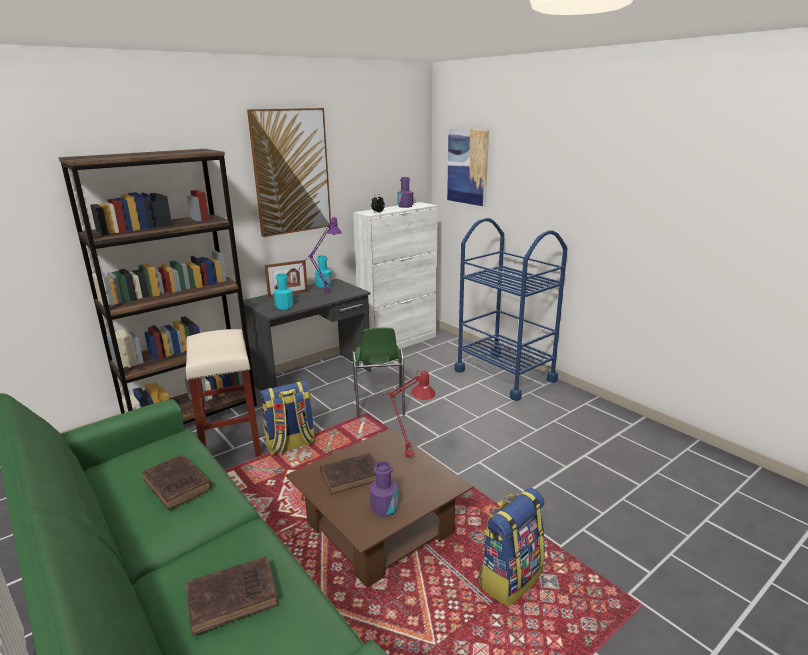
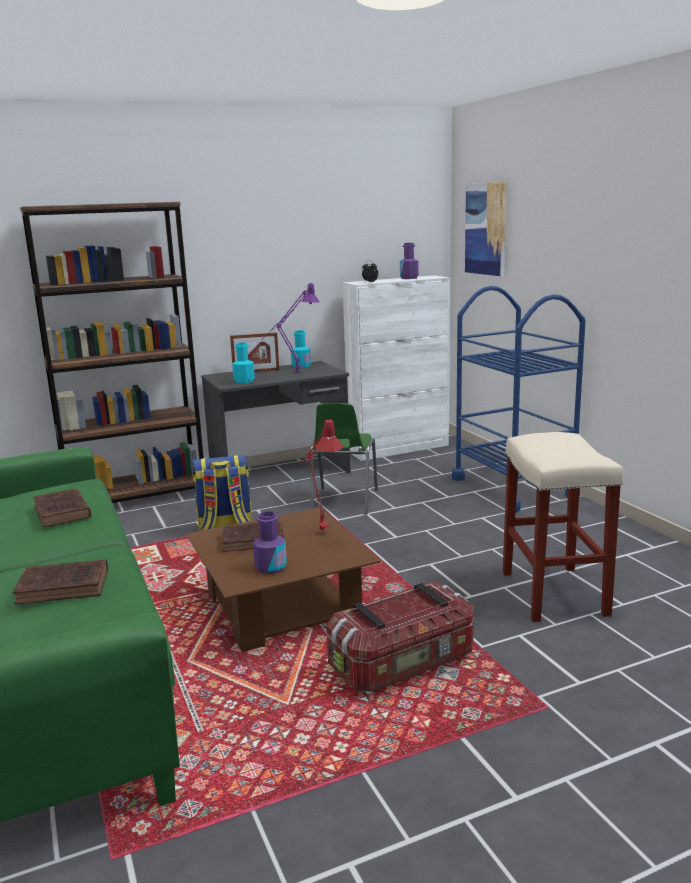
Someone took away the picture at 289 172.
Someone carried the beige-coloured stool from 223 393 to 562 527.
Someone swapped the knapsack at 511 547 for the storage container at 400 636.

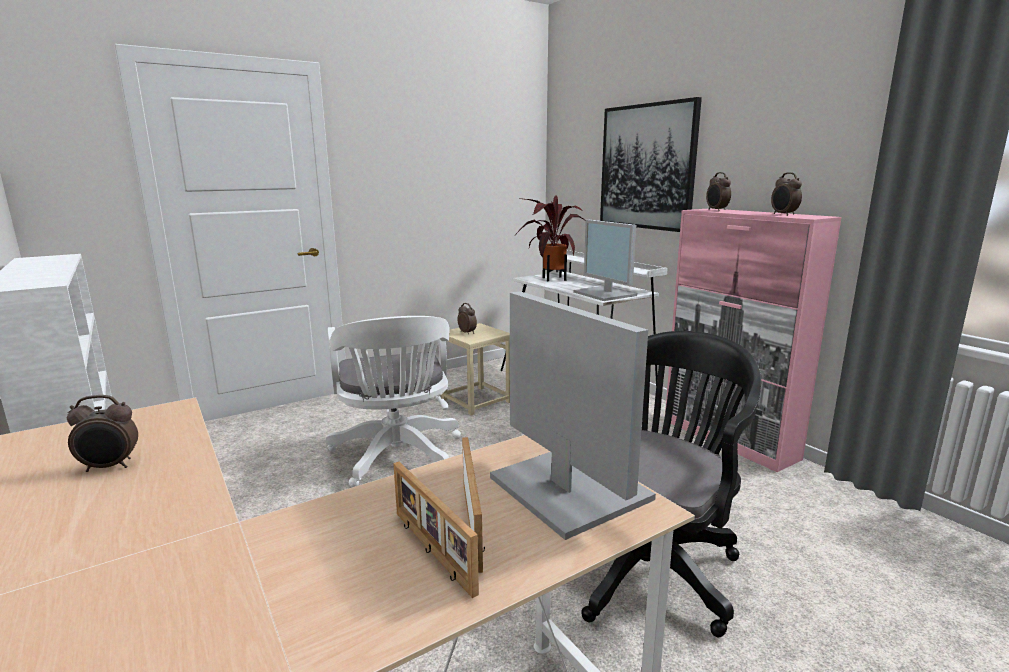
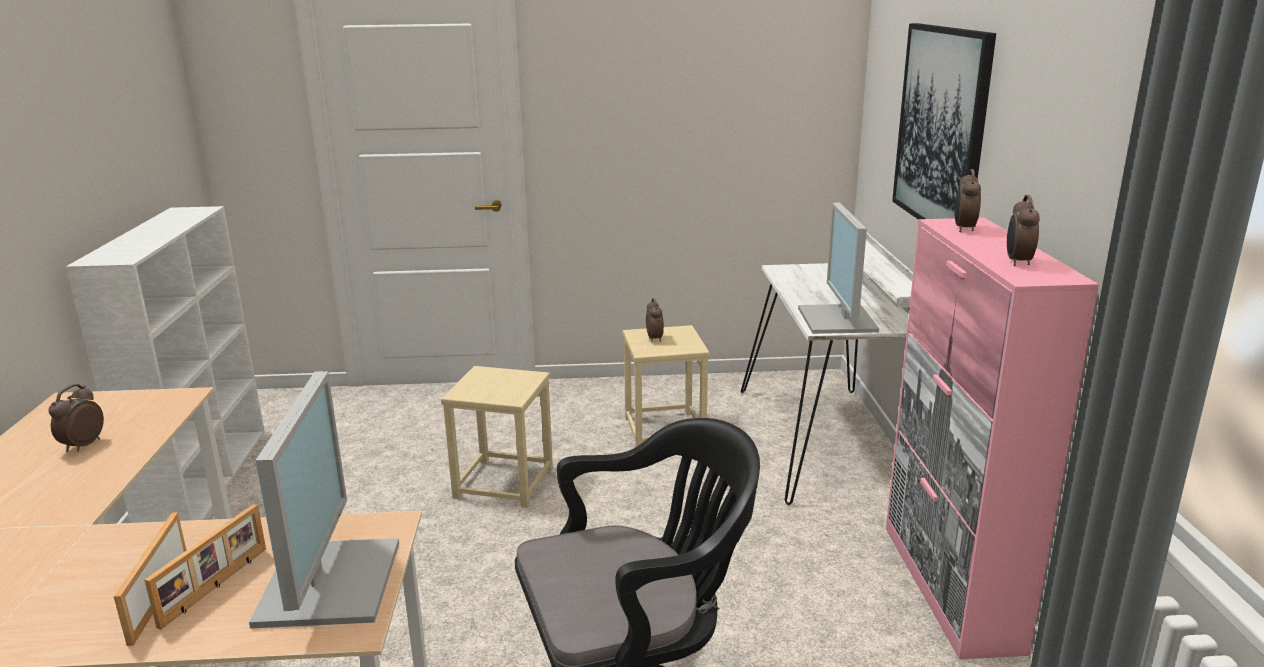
Someone took away the plant in a pot at 550 238.
Someone swapped the white desk chair at 393 401 for the beige-coloured stool at 497 437.
Someone rotated the alarm clock at 102 433 by 90 degrees clockwise.

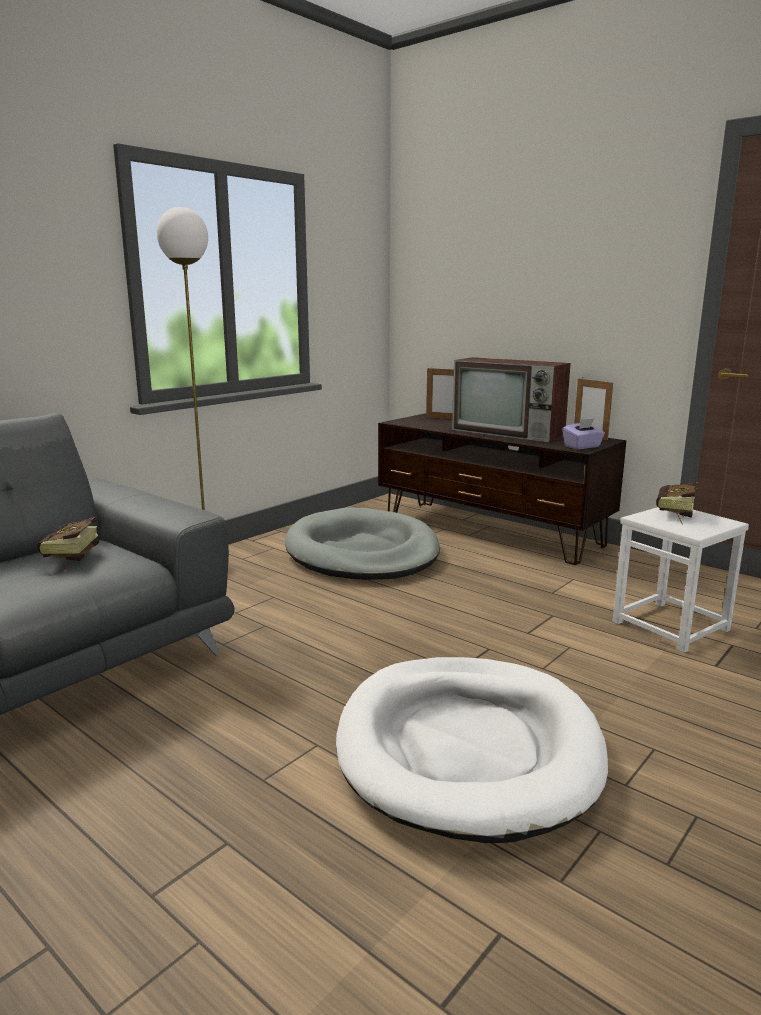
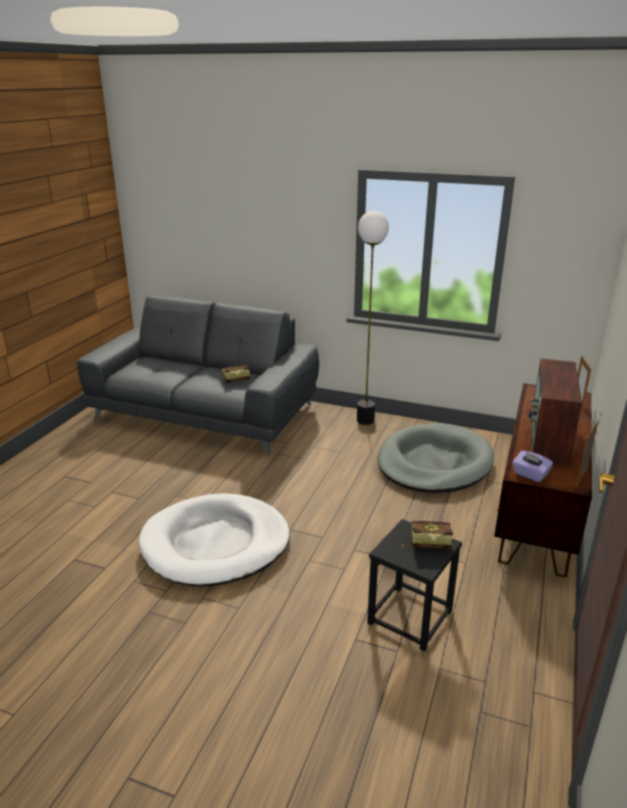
Someone repainted the white stool at 681 580, which became the black-coloured stool at 414 585.

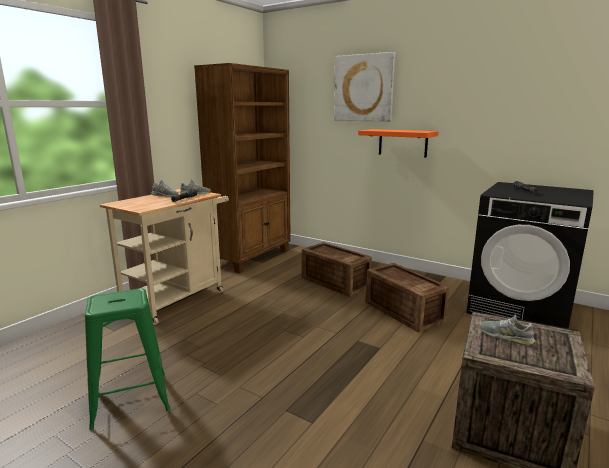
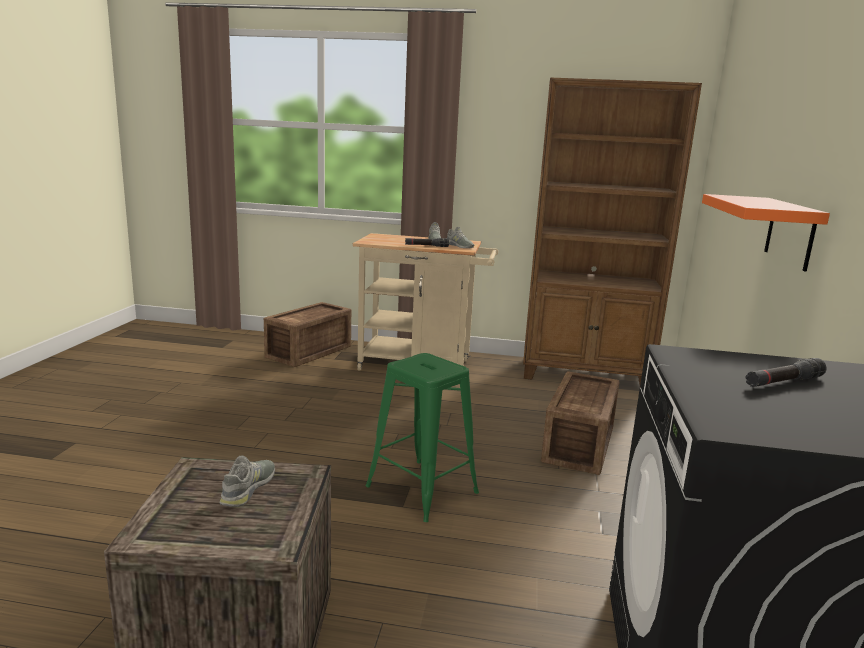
Someone took away the picture at 364 87.
Someone carried the packing crate from 407 297 to 307 334.
Someone carried the greenish stool from 127 359 to 422 437.

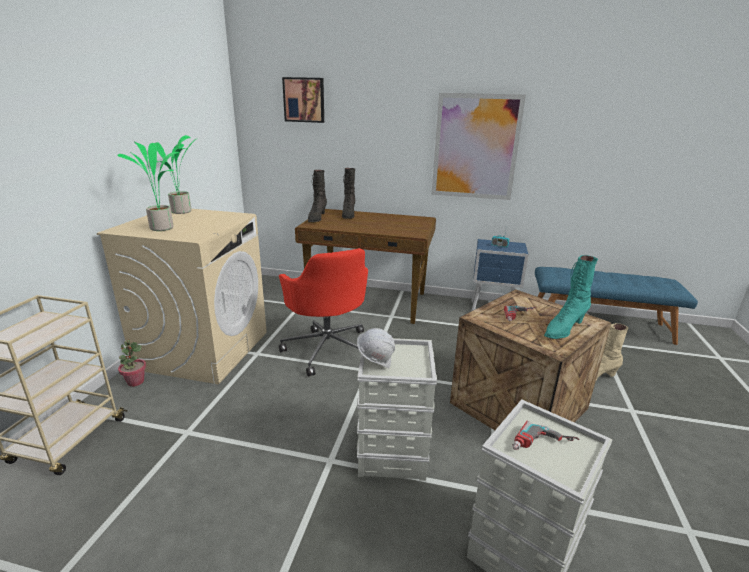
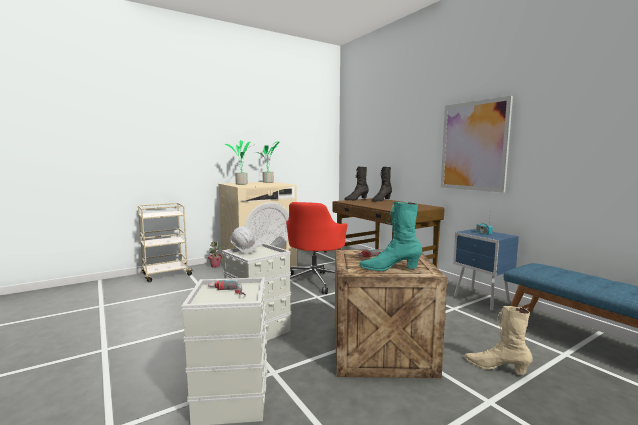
Someone took away the picture at 303 100.

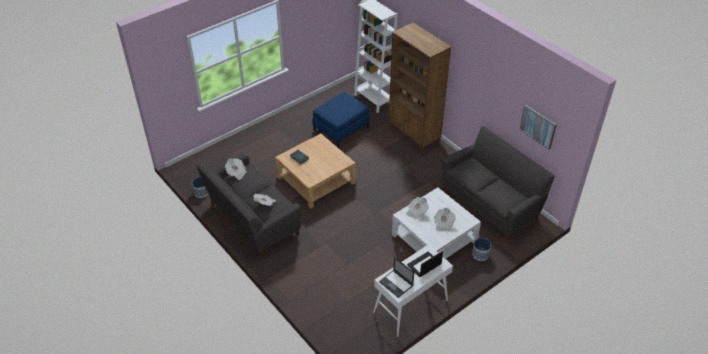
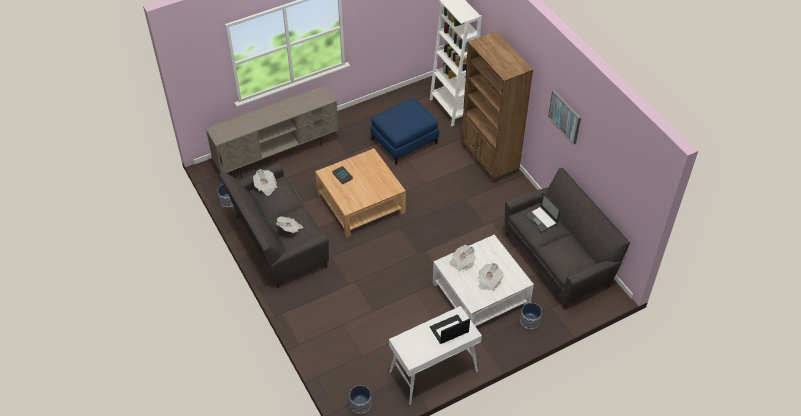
Someone carried the picture from 538 127 to 564 117.
Someone carried the notebook computer from 396 277 to 542 213.
Someone put down the beige-coloured tv stand at 272 131.
Someone put down the flower pot at 360 399.

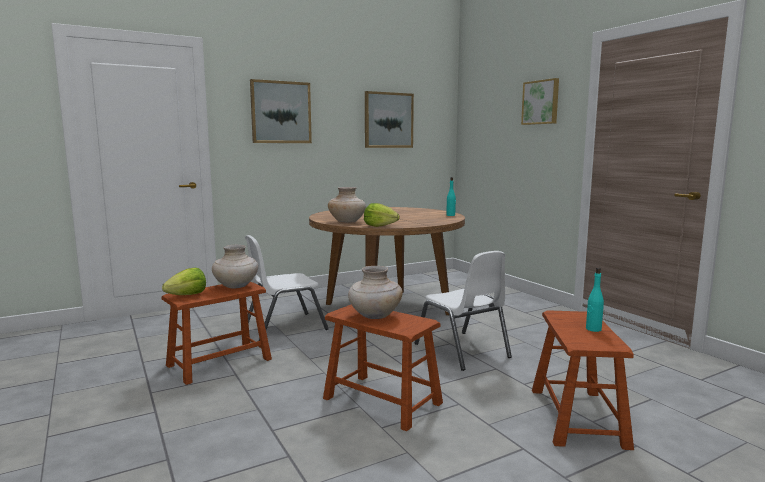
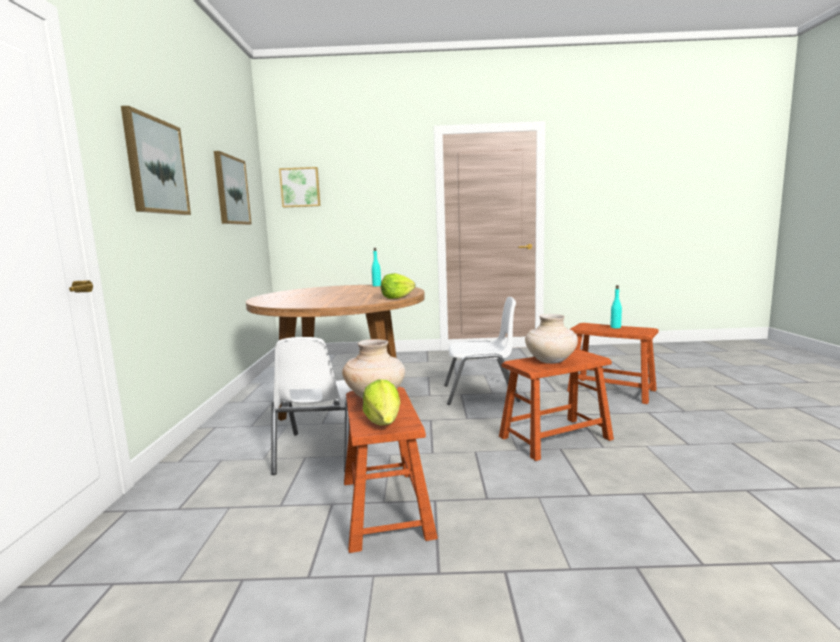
Someone carried the picture from 540 101 to 300 187.
Someone took away the beige-coloured vase at 347 204.

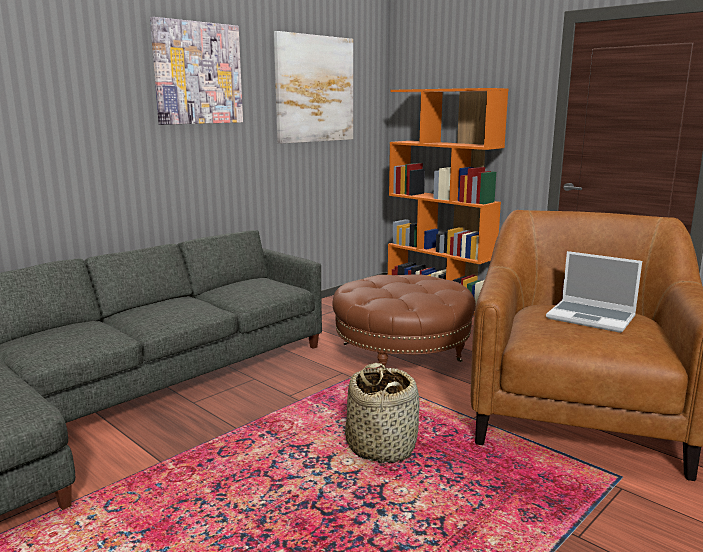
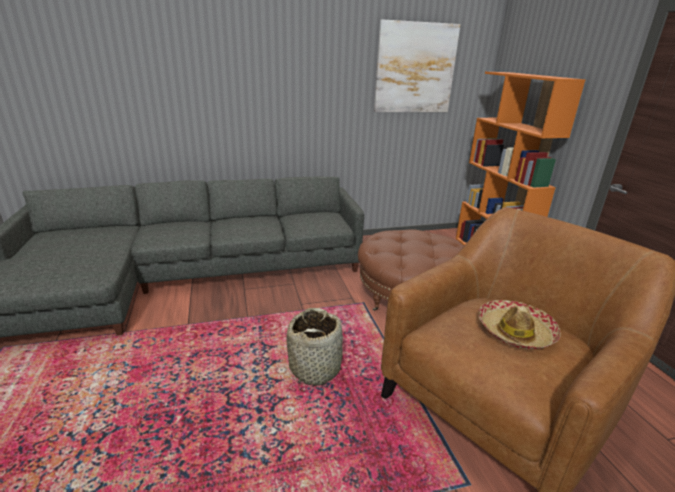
Someone took away the picture at 196 71.
Someone swapped the notebook computer at 594 292 for the wearable hat at 519 324.

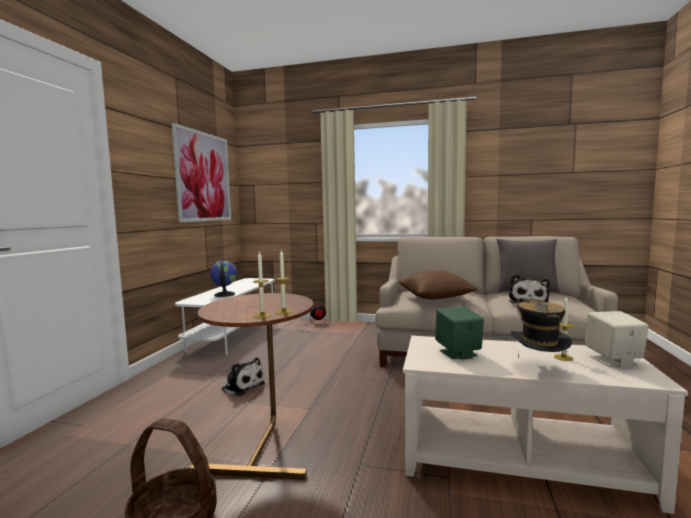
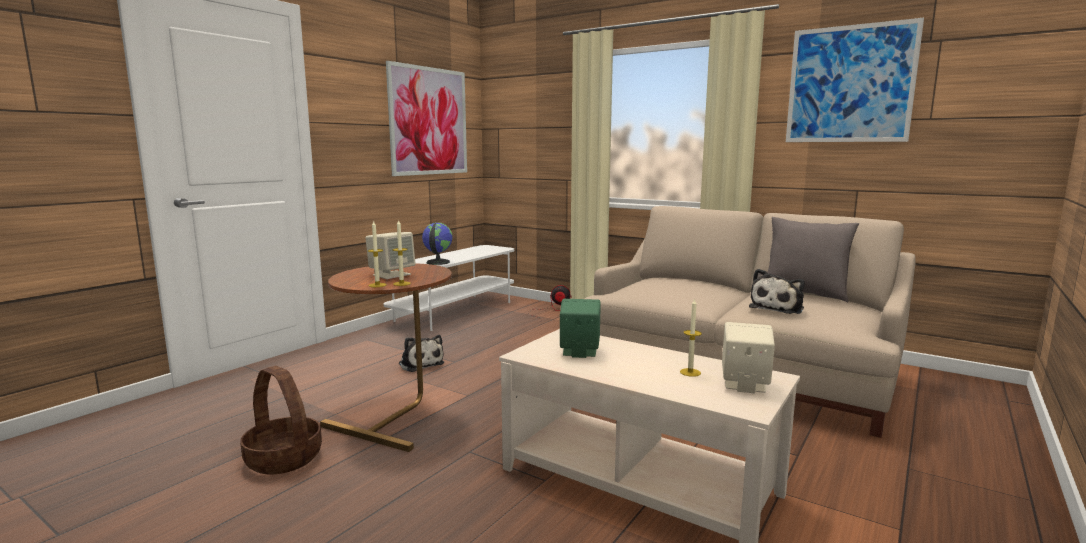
Someone took away the brown-coloured cushion at 438 285.
Someone took away the wearable hat at 541 328.
Someone put up the picture at 855 80.
Someone put down the beige-coloured speaker at 390 255.

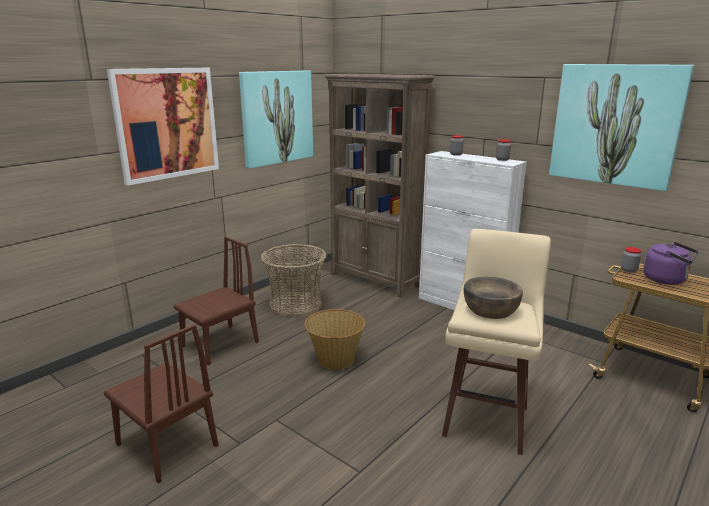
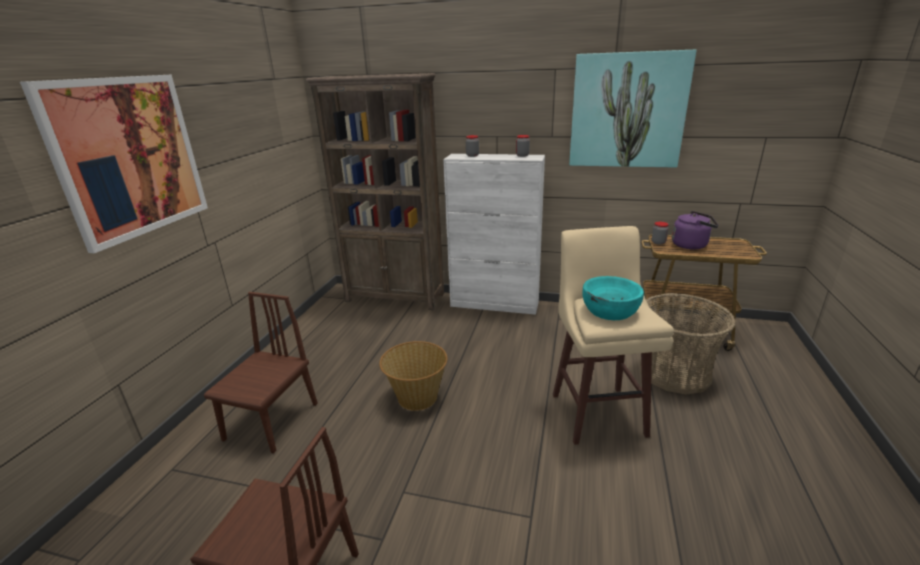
Someone took away the picture at 276 120.
Someone carried the household basket from 294 281 to 688 344.
Someone repainted the brown-coloured serving bowl at 493 298, which became the turquoise-coloured serving bowl at 613 298.

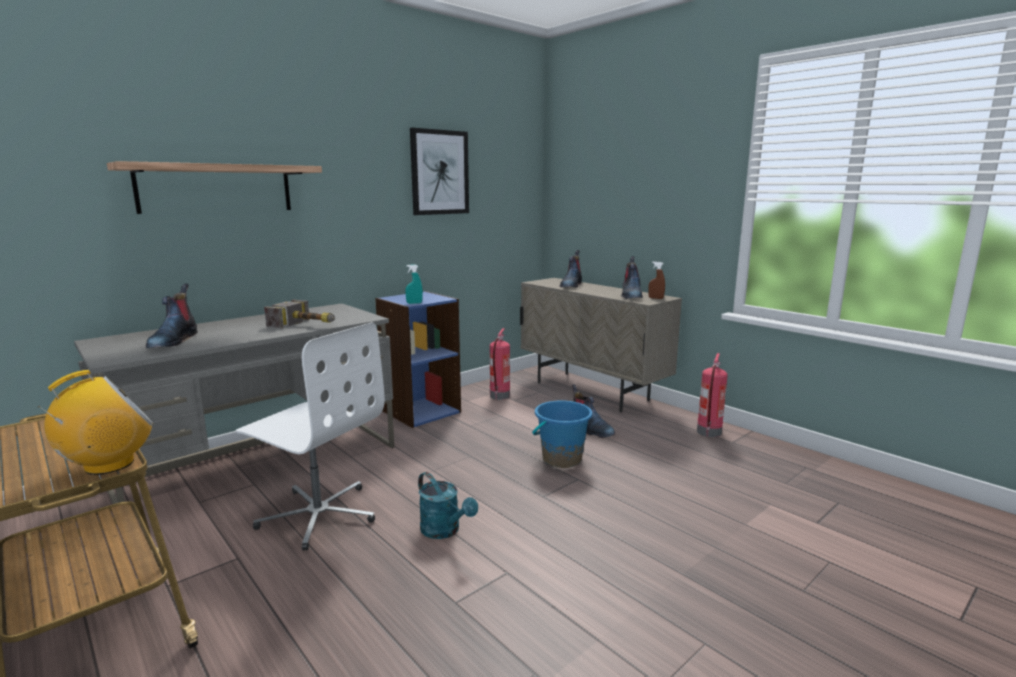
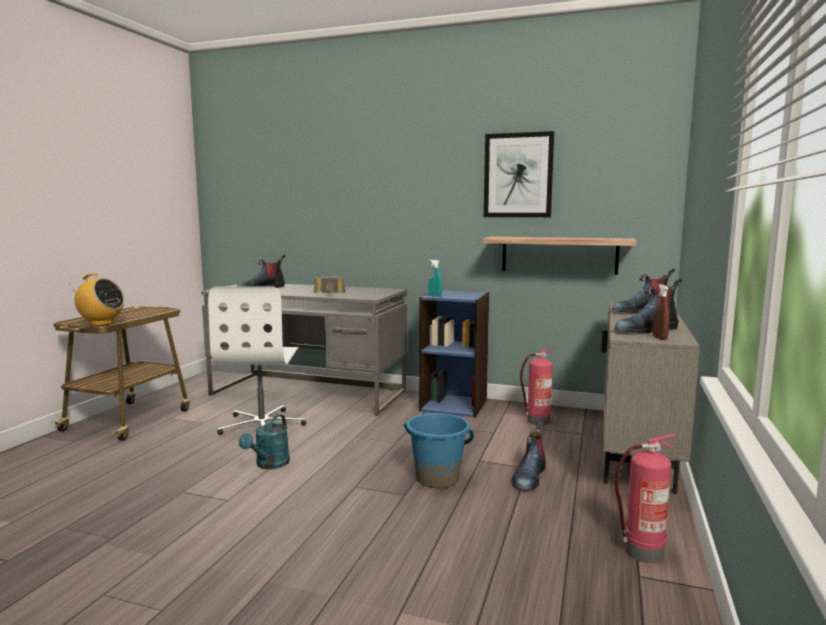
Someone carried the bracket shelf from 214 187 to 559 256.

